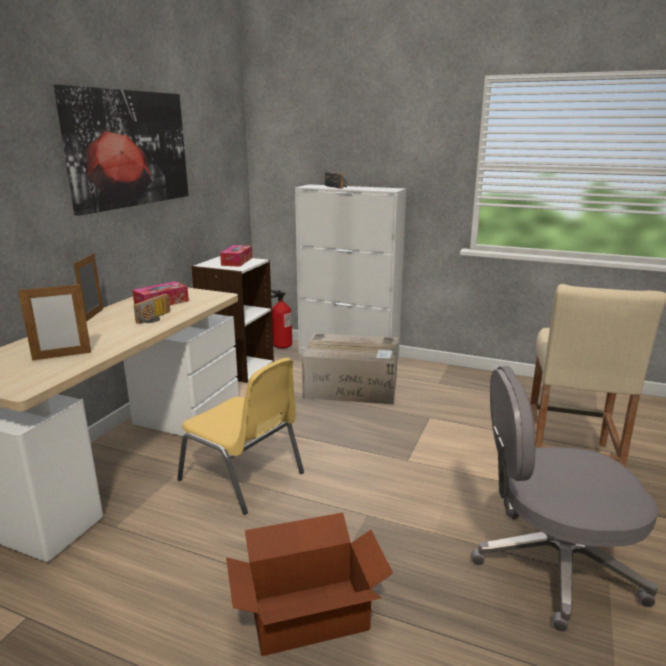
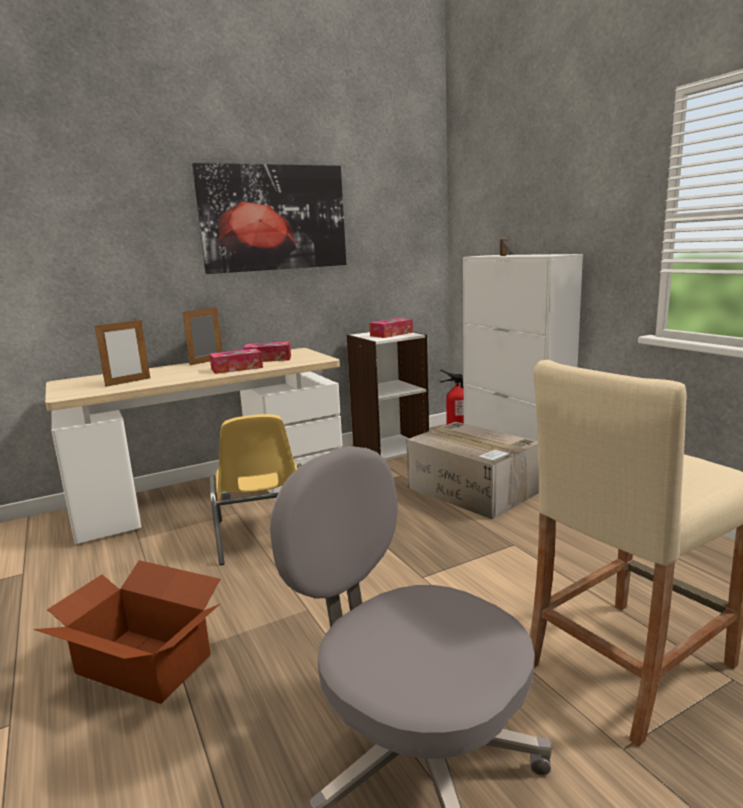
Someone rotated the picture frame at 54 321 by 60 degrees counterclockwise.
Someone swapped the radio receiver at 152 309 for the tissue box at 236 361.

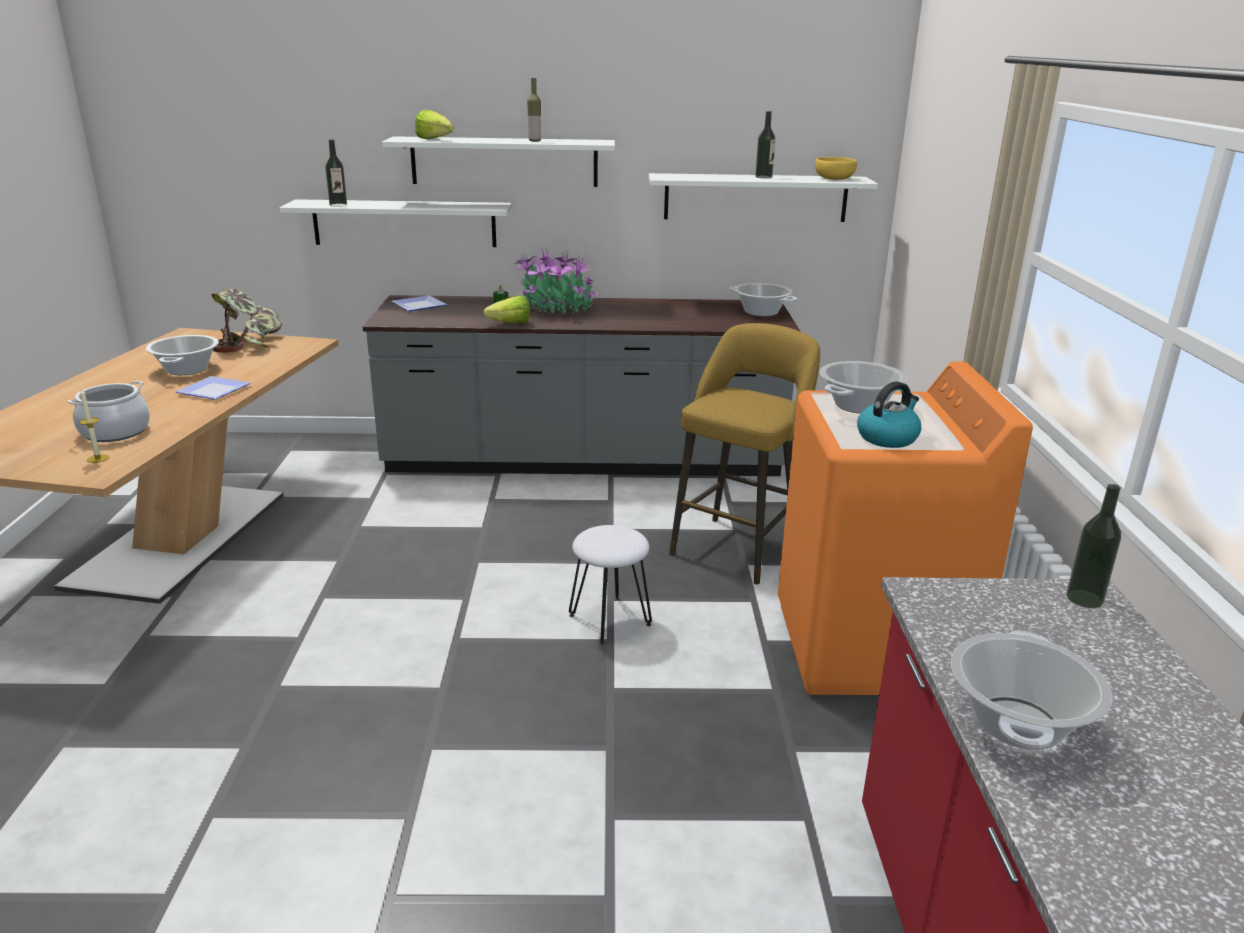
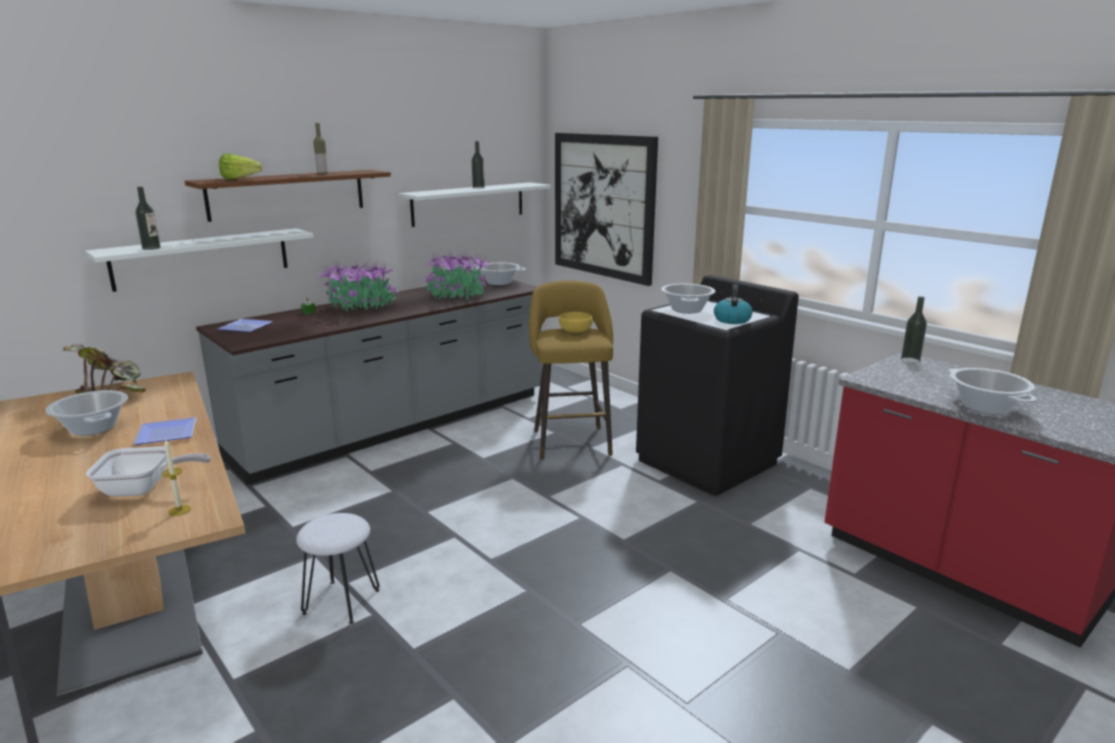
Someone repainted the white bracket shelf at 498 161, which became the brown-coloured bracket shelf at 288 196.
Someone carried the yellow-coloured serving bowl from 836 168 to 576 322.
Someone took away the lettuce at 506 310.
Someone repainted the orange laundry machine at 905 528, which became the black-coloured laundry machine at 717 385.
Someone swapped the cooking pot at 108 411 for the frying pan at 148 471.
Someone carried the white stool from 610 584 to 338 568.
Someone put up the picture at 606 209.
Someone put down the plant in a pot at 457 274.

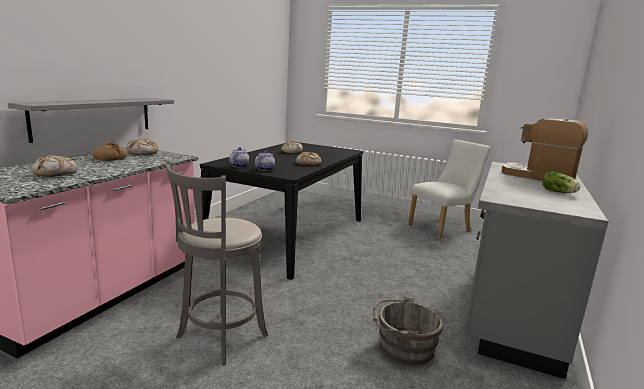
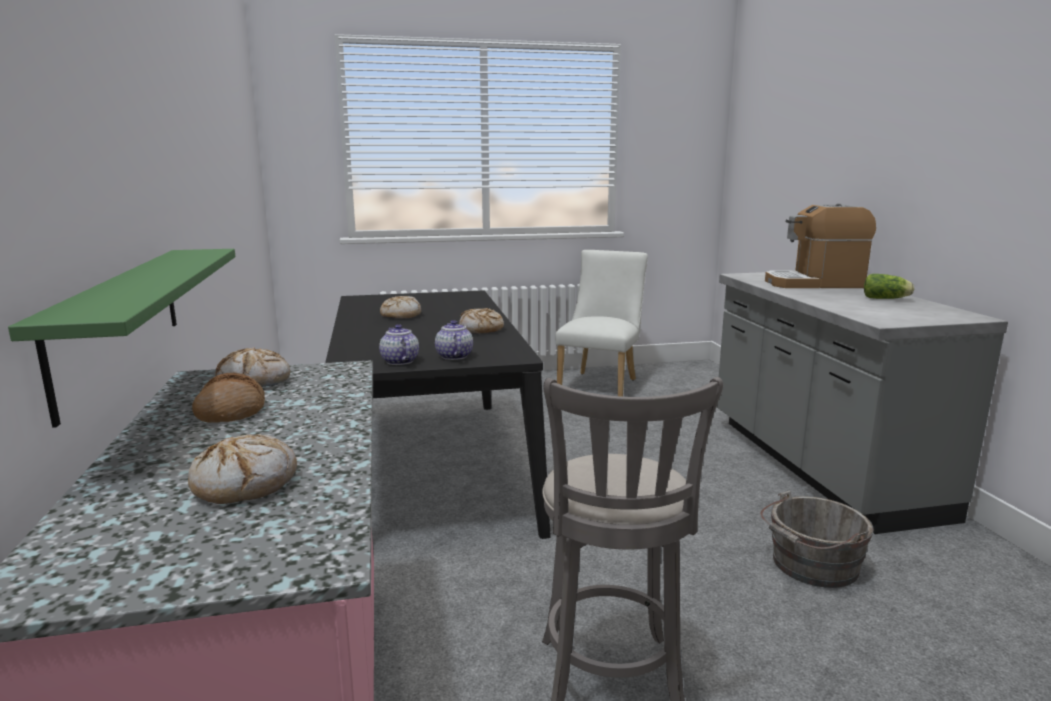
Someone repainted the greyish bracket shelf at 91 120, which became the greenish bracket shelf at 122 338.

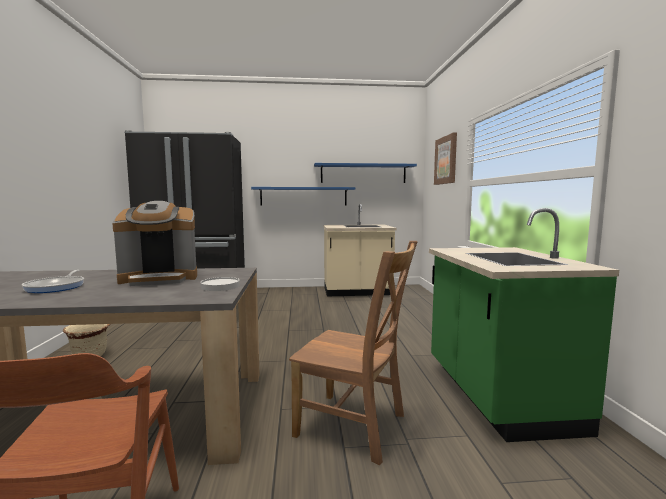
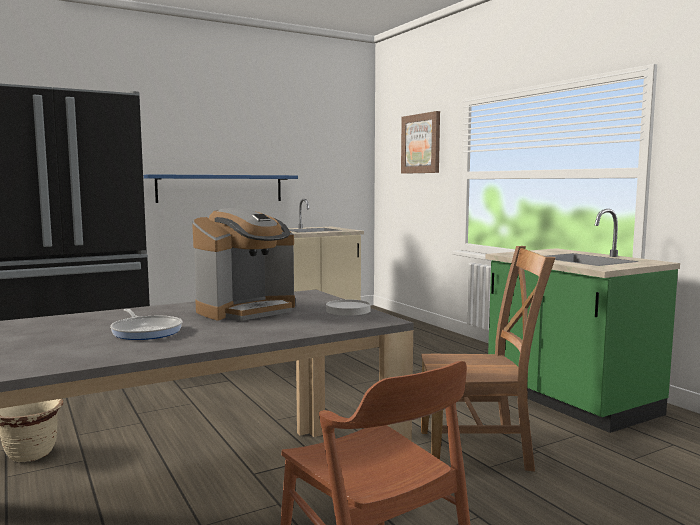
Someone took away the blue-coloured bracket shelf at 365 173.

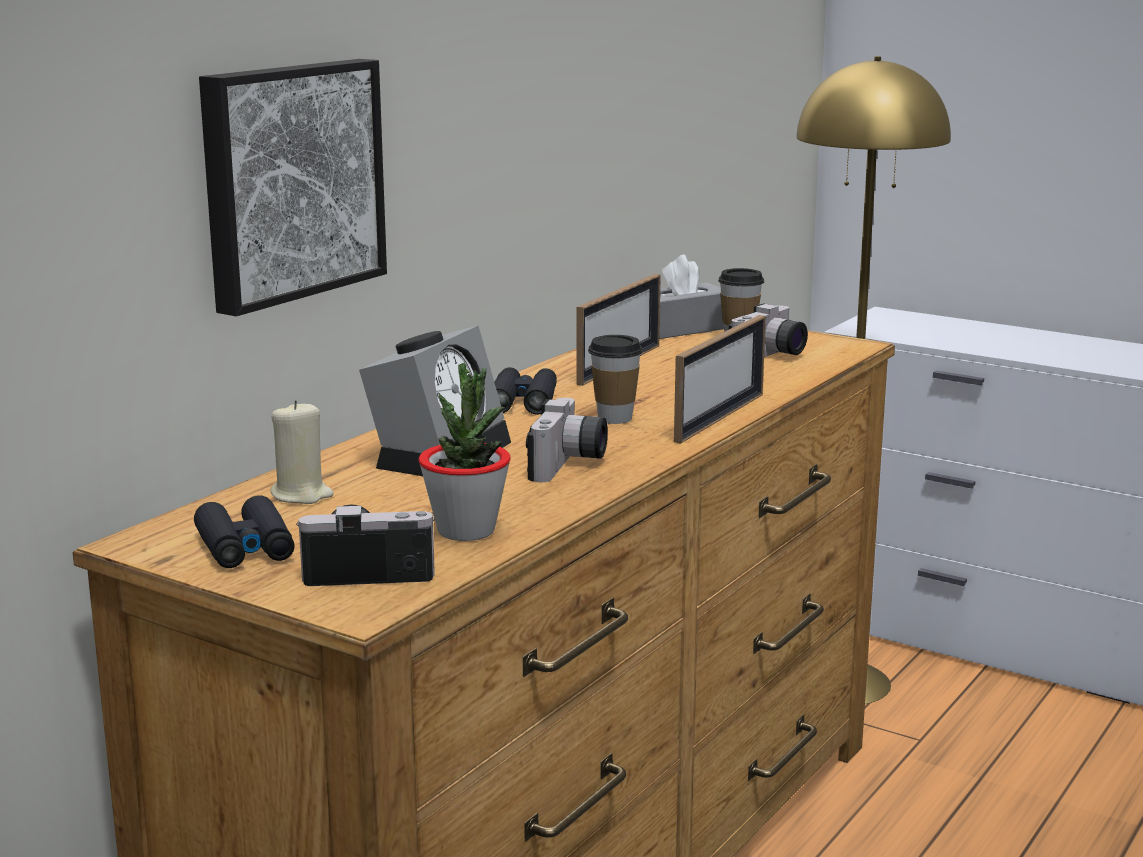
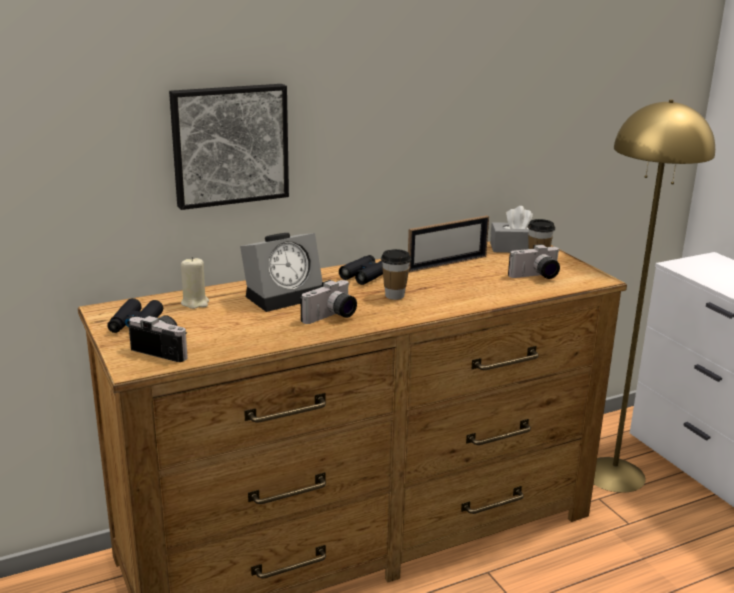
Someone took away the picture frame at 720 379.
Someone took away the plant in a pot at 464 451.

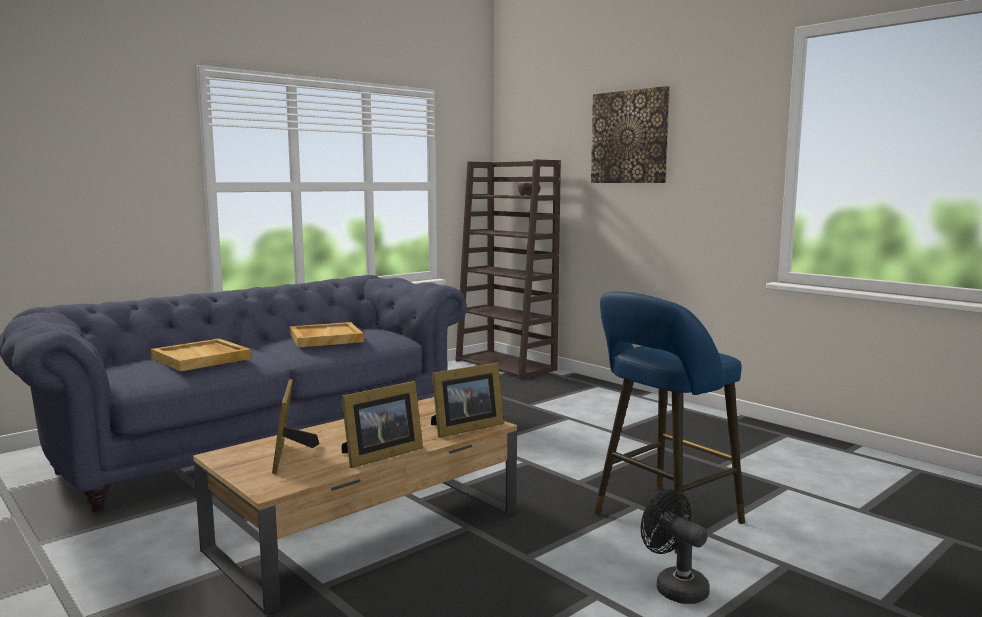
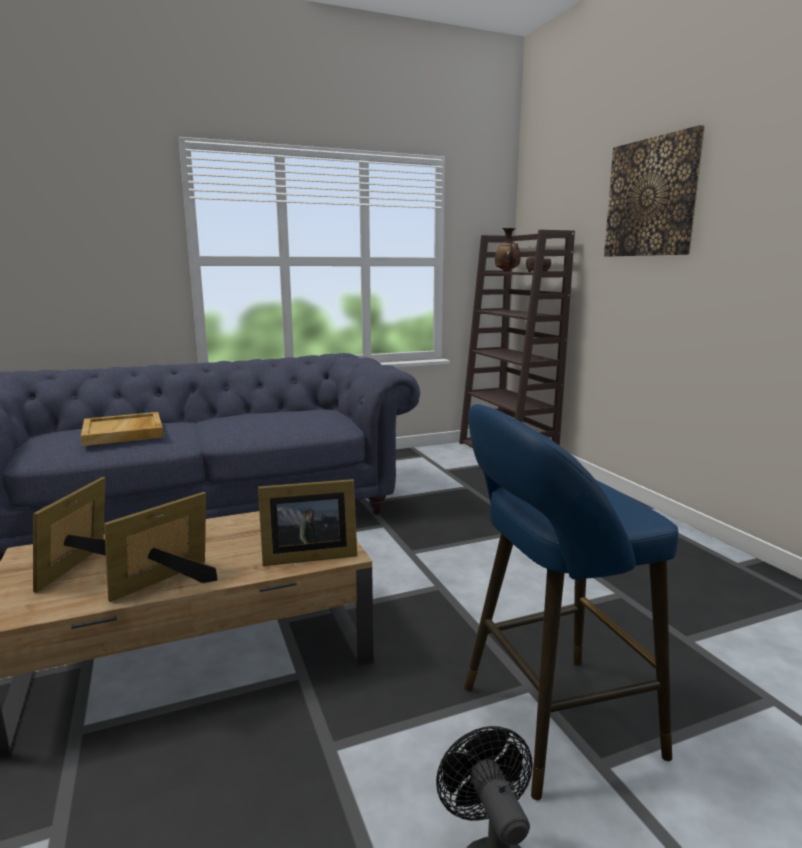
Someone took away the beige-coloured serving tray at 327 334.
Someone rotated the picture frame at 382 424 by 150 degrees clockwise.
Someone put down the vase at 507 250.

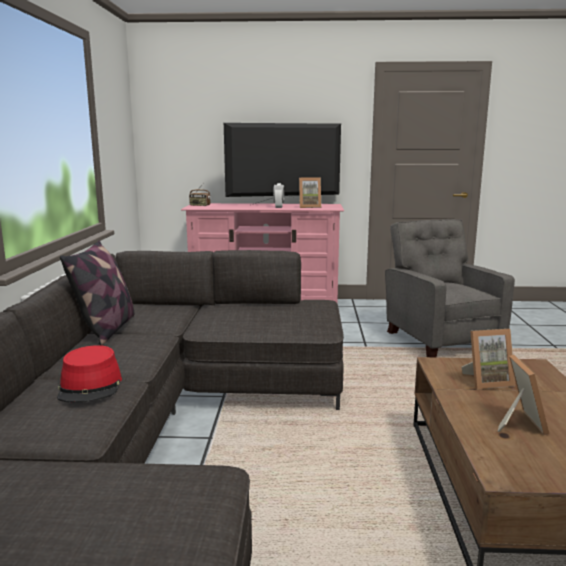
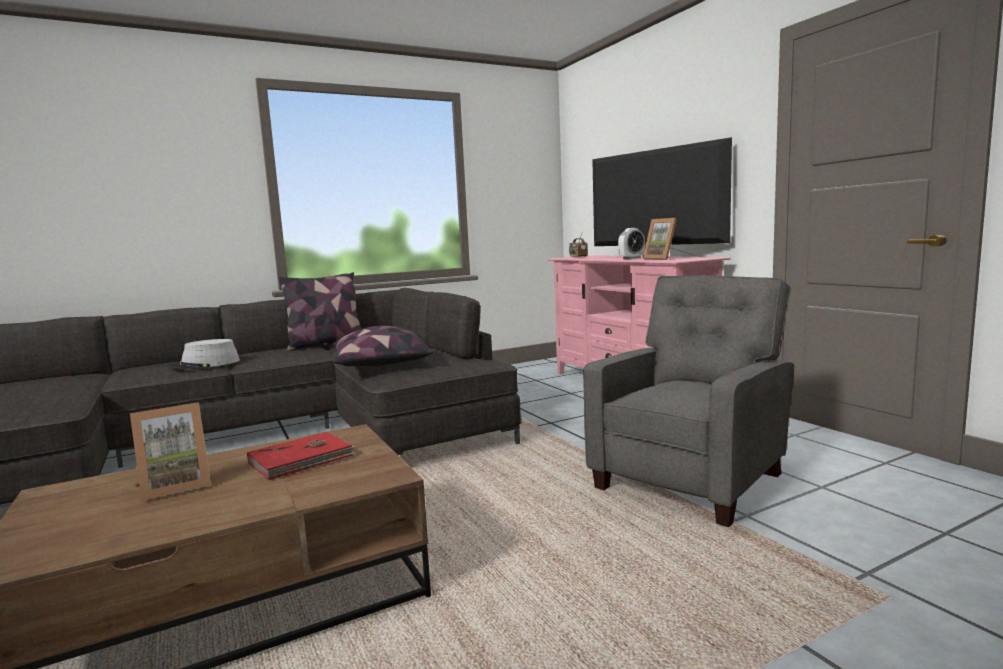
Someone swapped the picture frame at 488 359 for the reddish bound book at 301 456.
Someone repainted the reddish wearable hat at 89 374, which became the greyish wearable hat at 203 354.
Someone put down the cushion at 383 346.

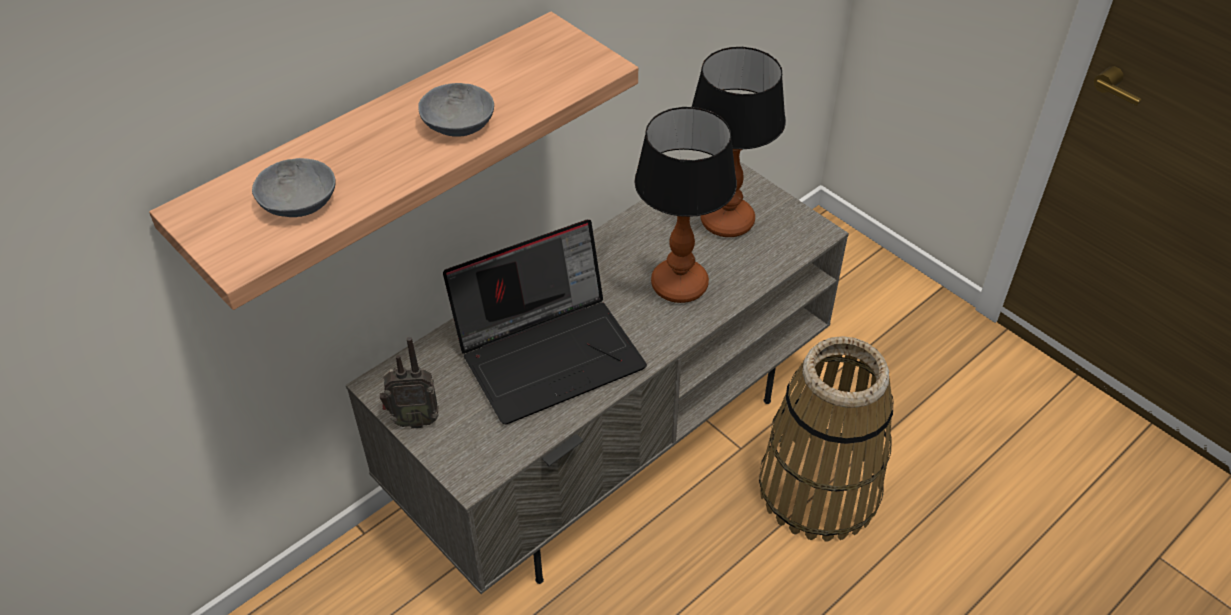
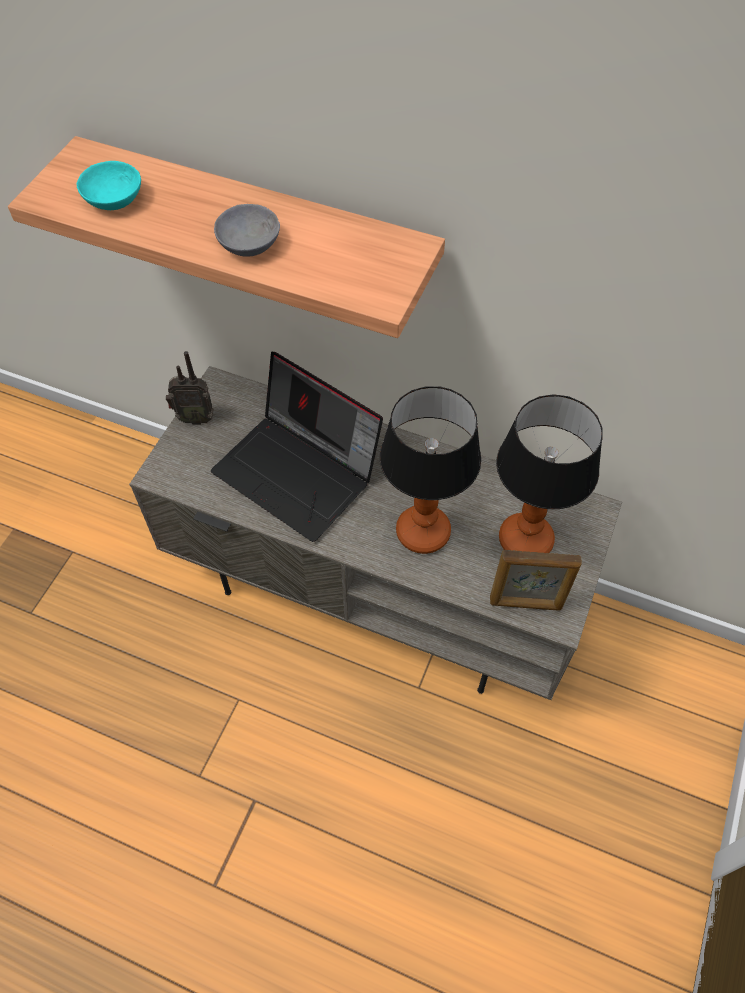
Someone repainted the greyish serving bowl at 294 187, which became the turquoise-coloured serving bowl at 109 185.
Someone took away the household basket at 826 439.
Someone rotated the radio receiver at 409 383 by 60 degrees counterclockwise.
Someone put down the picture frame at 536 580.

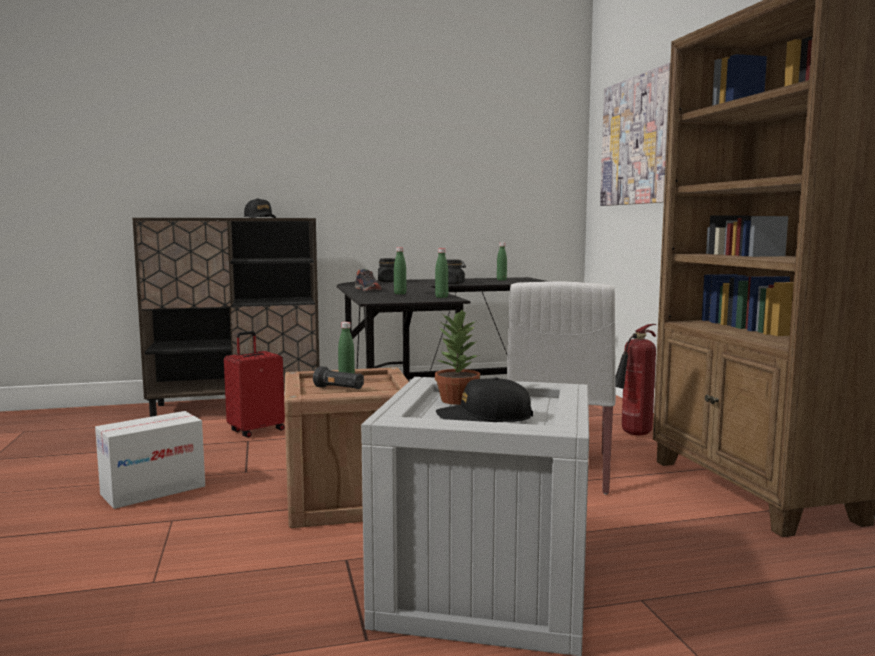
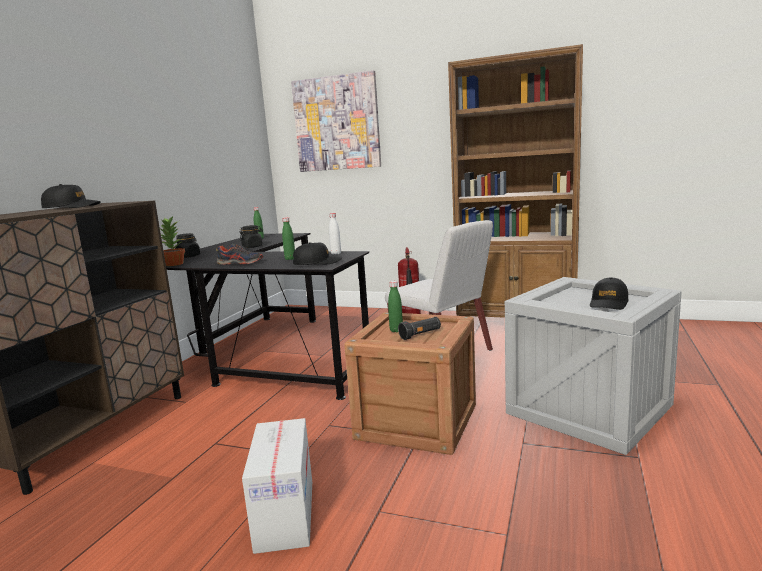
Someone repainted the greenish bottle at 441 273, which became the white bottle at 335 234.
Someone carried the plant in a pot from 457 357 to 172 241.
Someone took away the reddish suitcase at 254 384.
Someone put down the black-coloured peaked cap at 318 253.

